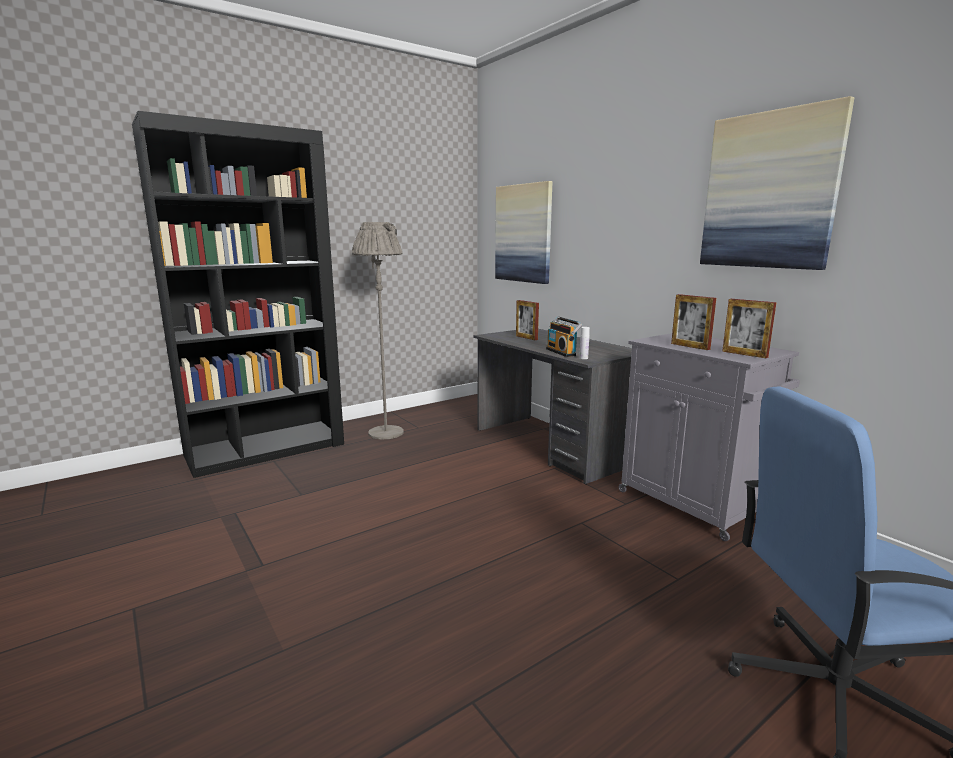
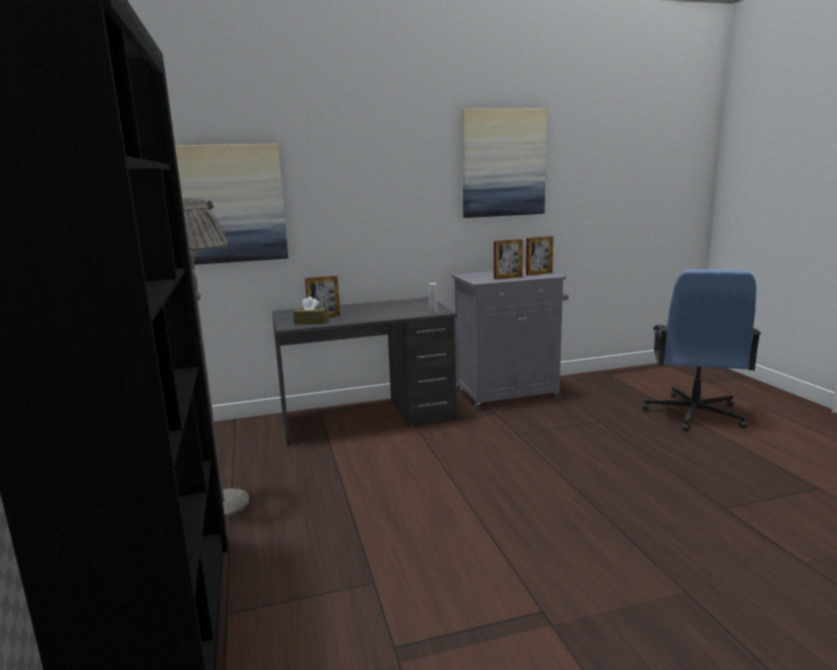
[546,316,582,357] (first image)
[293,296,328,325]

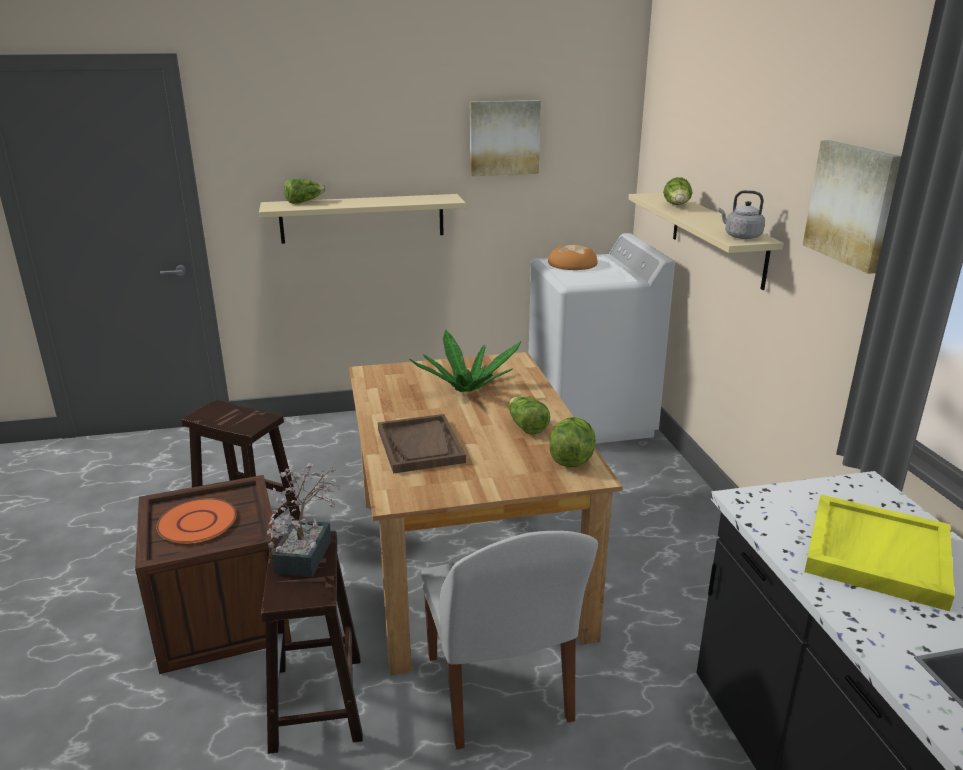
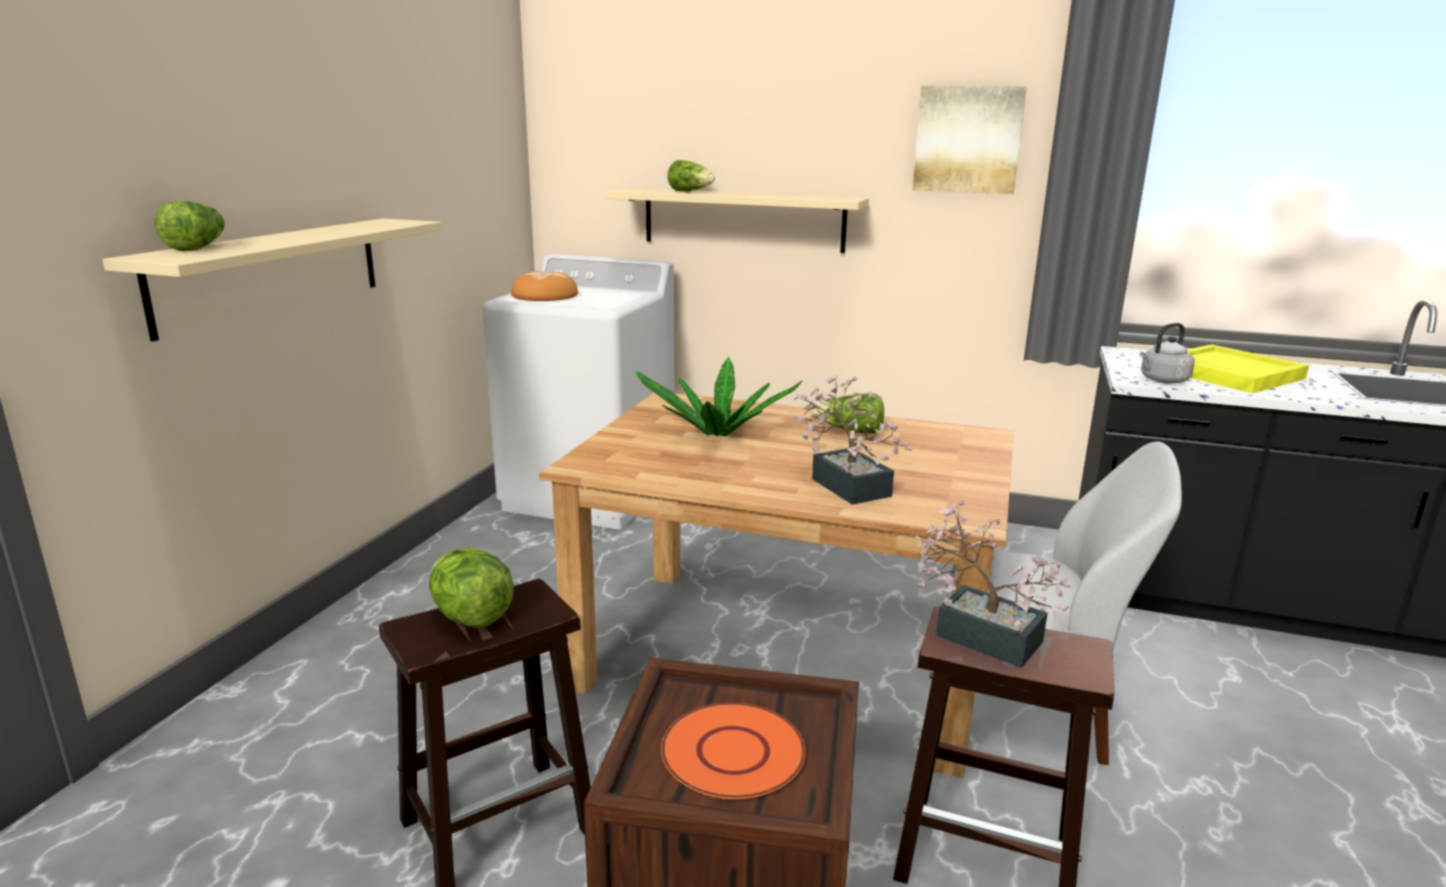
[470,100,541,176] (first image)
[1140,323,1195,384]
[793,376,912,505]
[429,547,514,628]

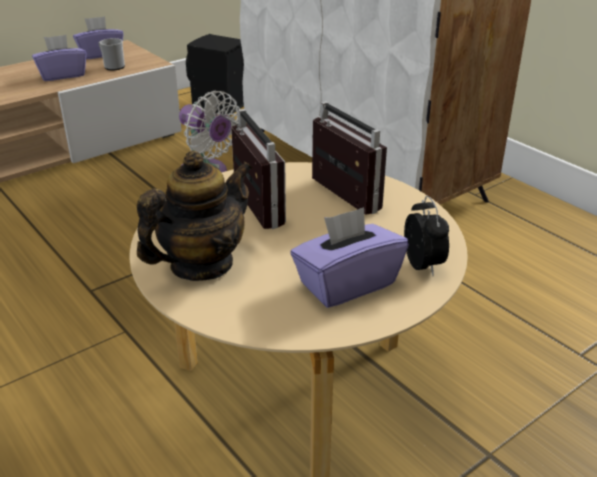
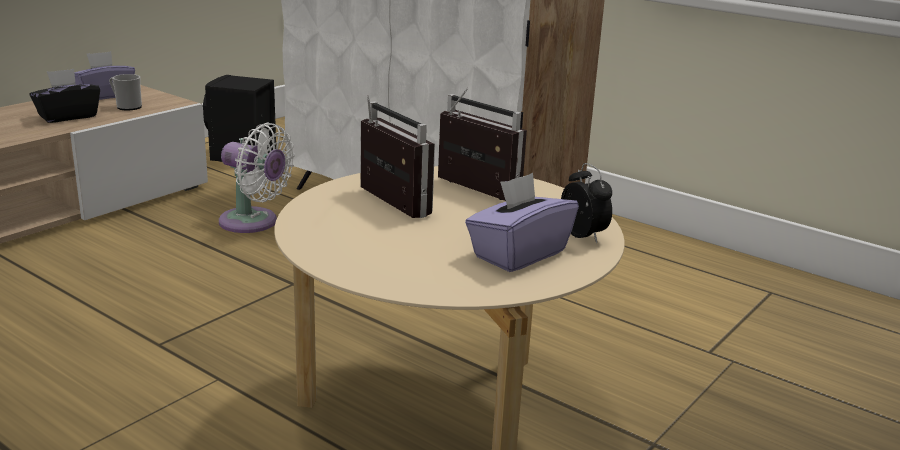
[30,69,100,123]
[137,150,252,281] (first image)

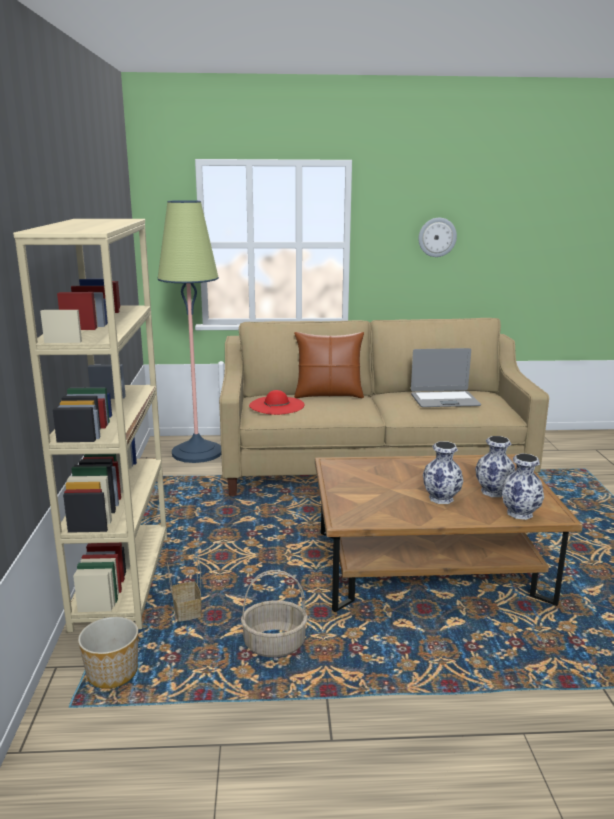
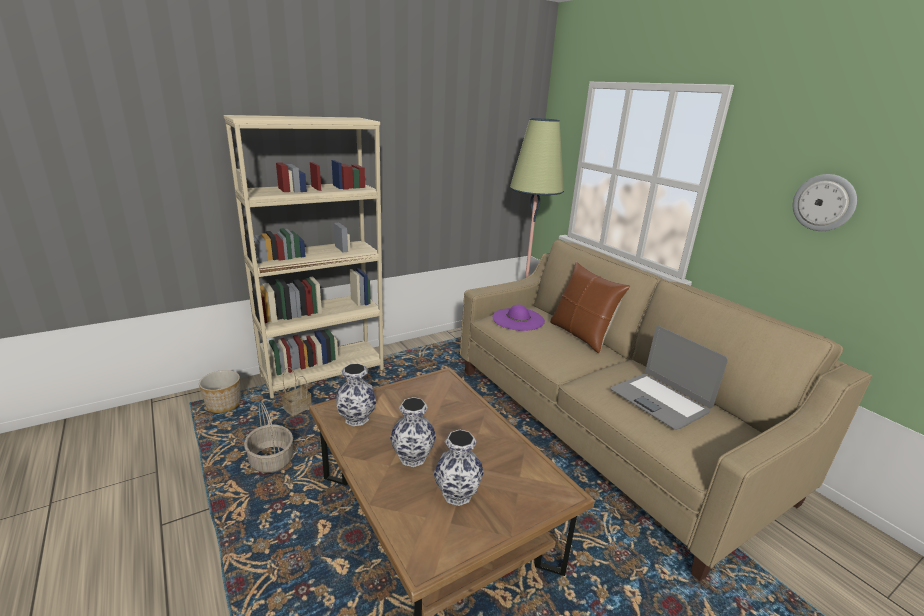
[493,304,545,331]
[336,363,376,426]

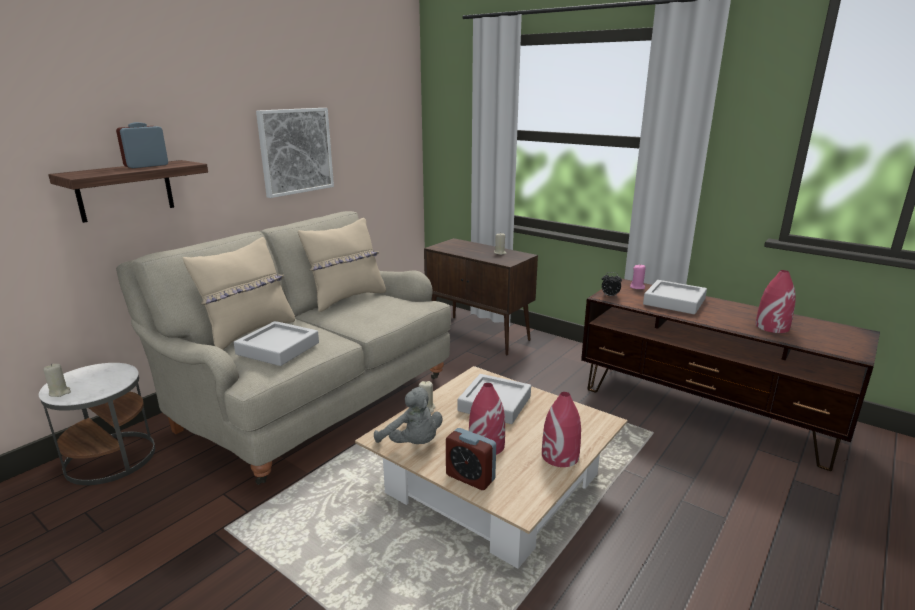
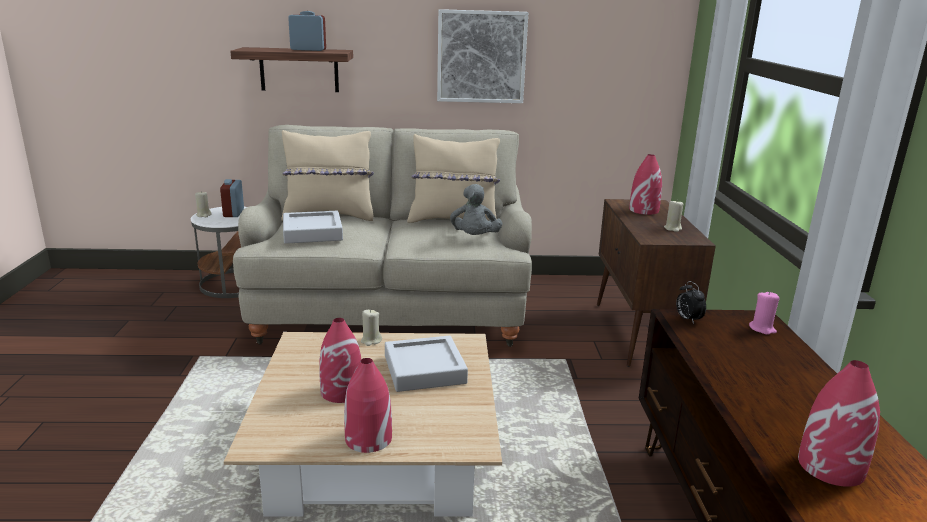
[643,280,707,314] (first image)
[450,184,502,235]
[220,179,244,217]
[629,154,662,215]

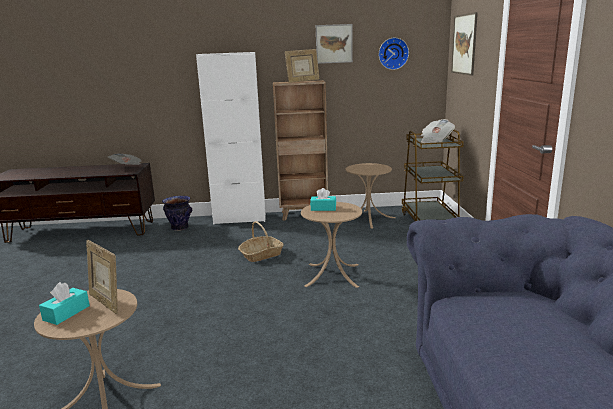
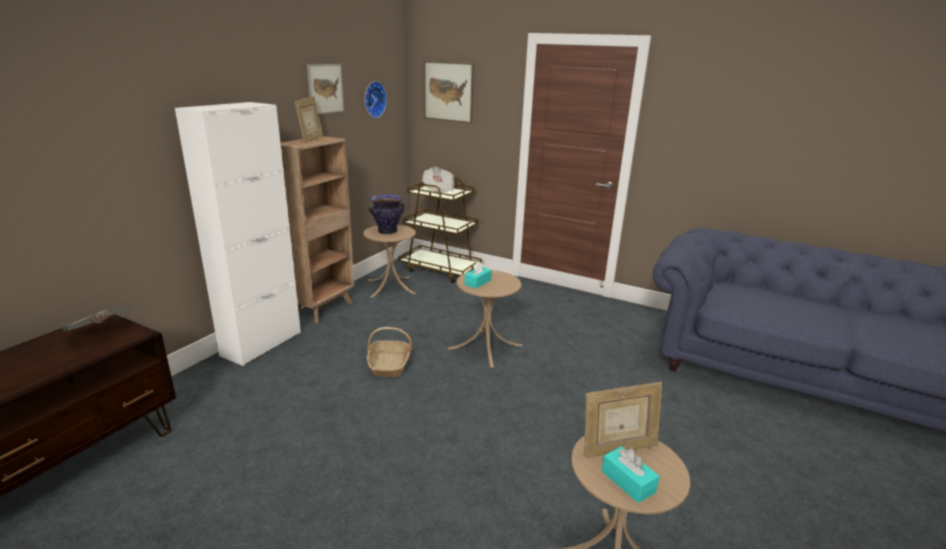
[369,194,405,235]

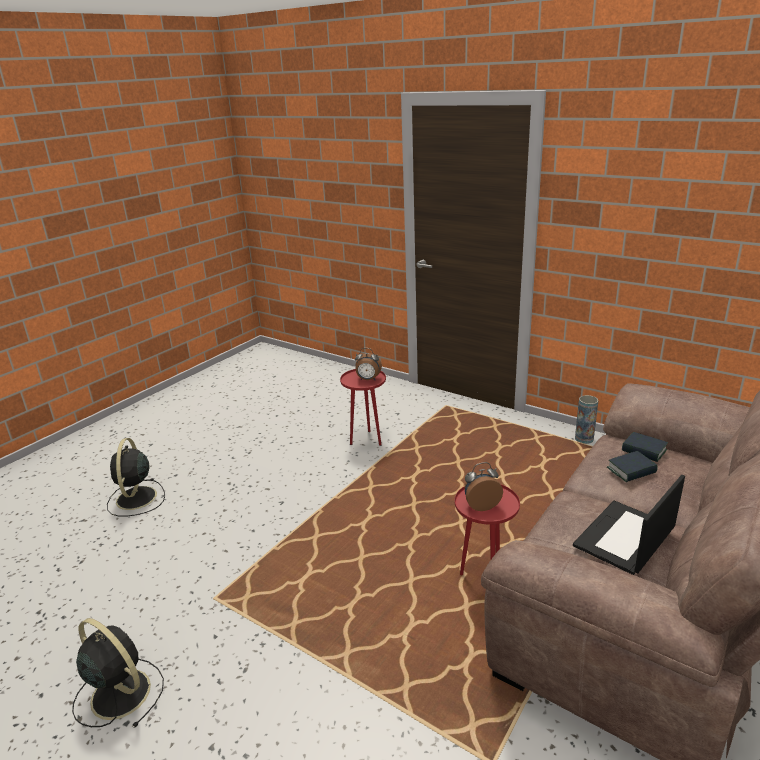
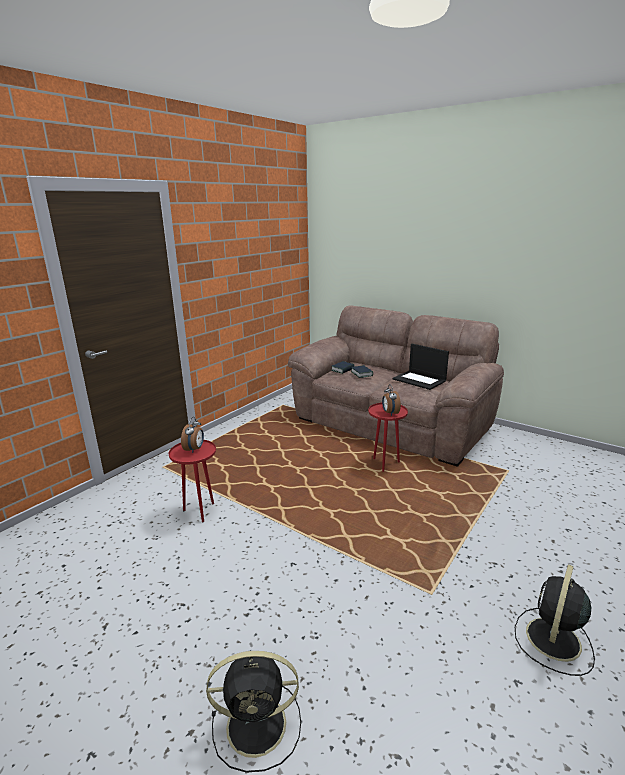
[575,395,598,444] (first image)

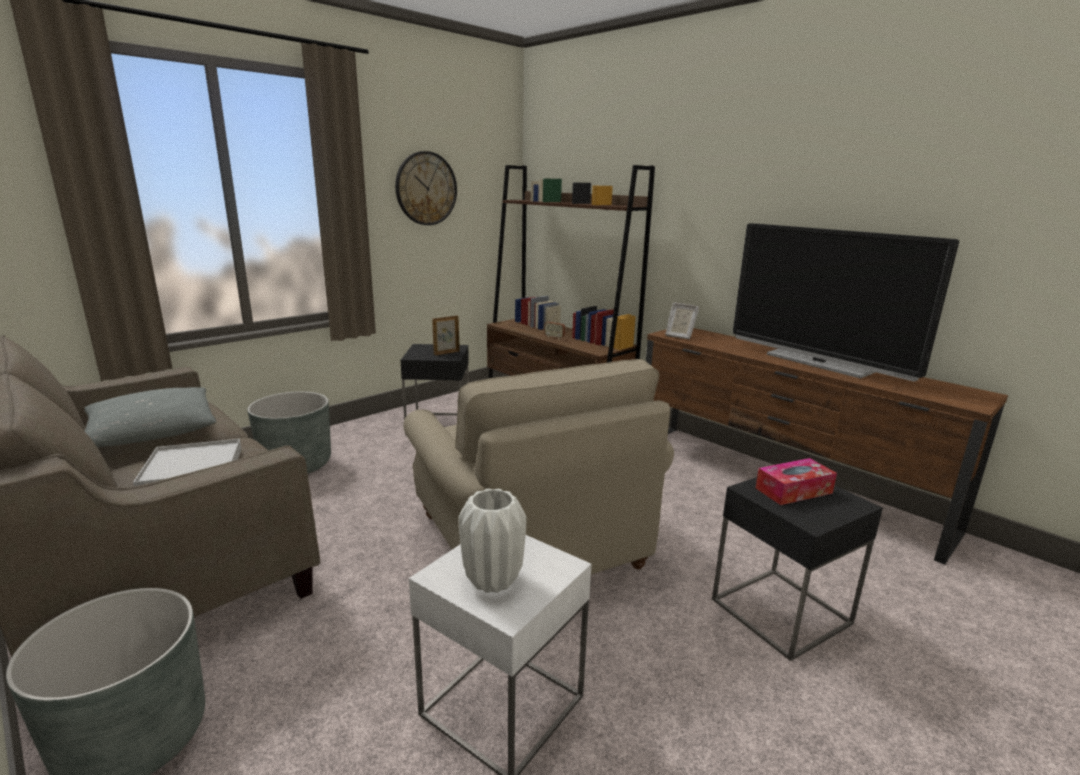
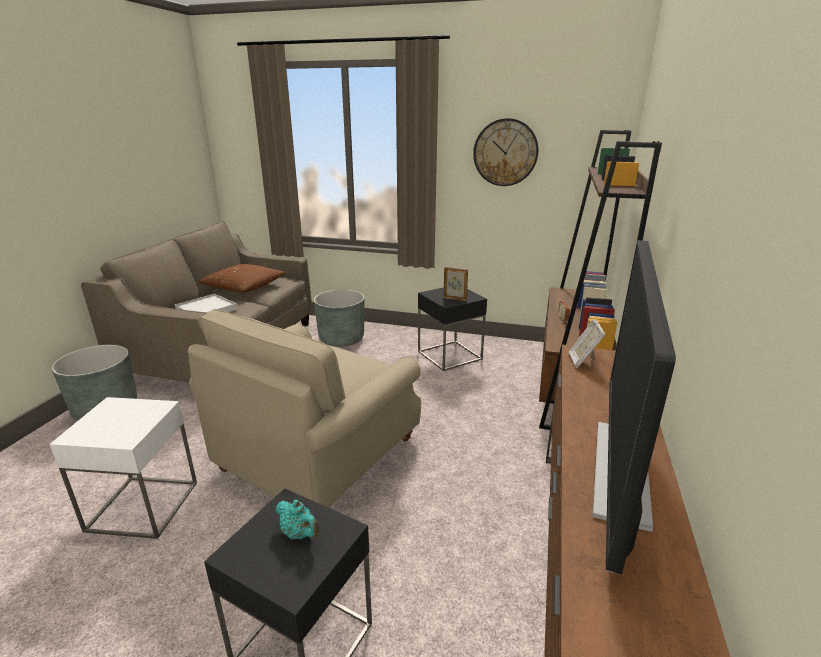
[198,264,286,292]
[276,500,319,539]
[458,489,527,593] (first image)

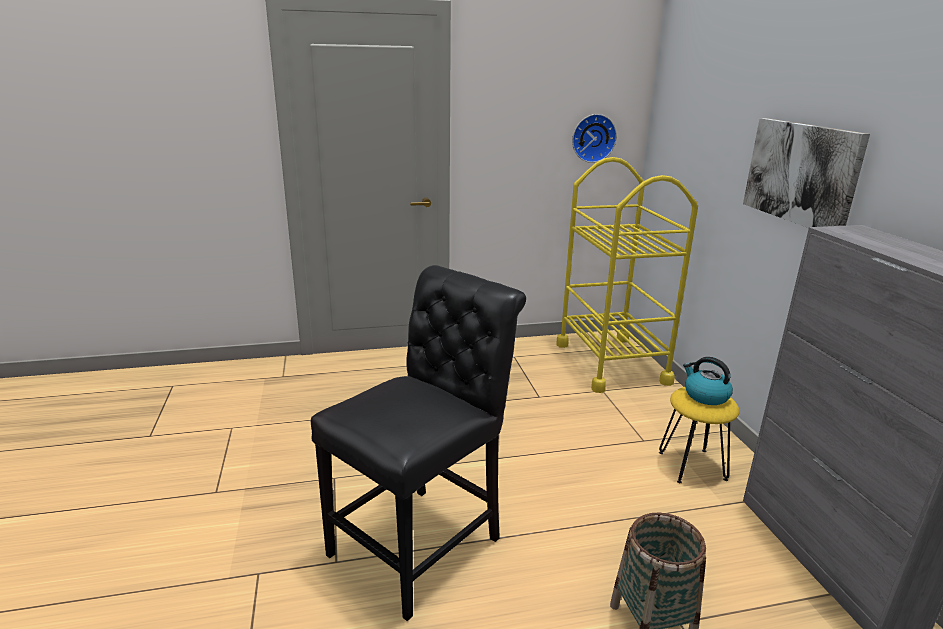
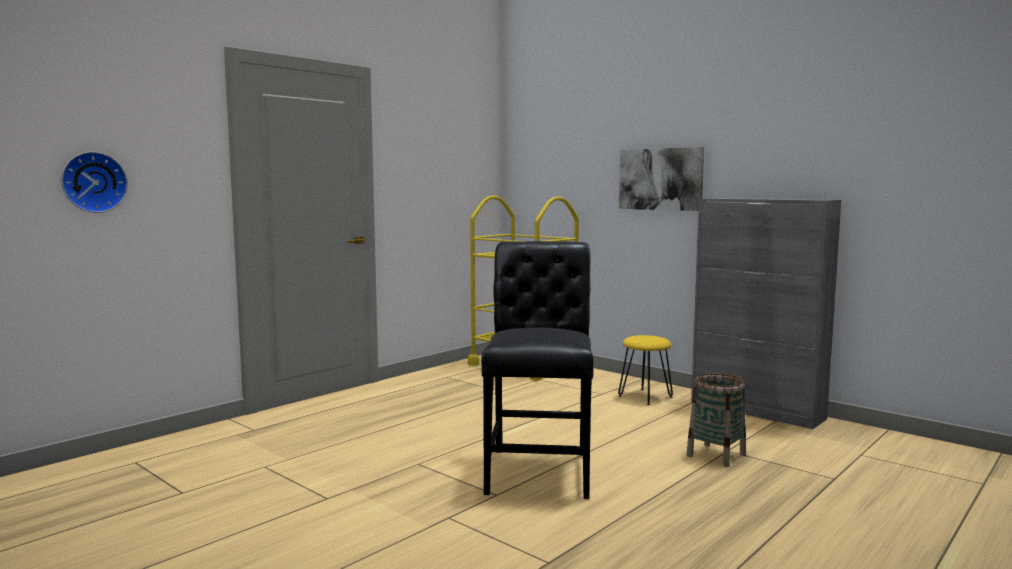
[61,152,128,213]
[683,357,733,405] (first image)

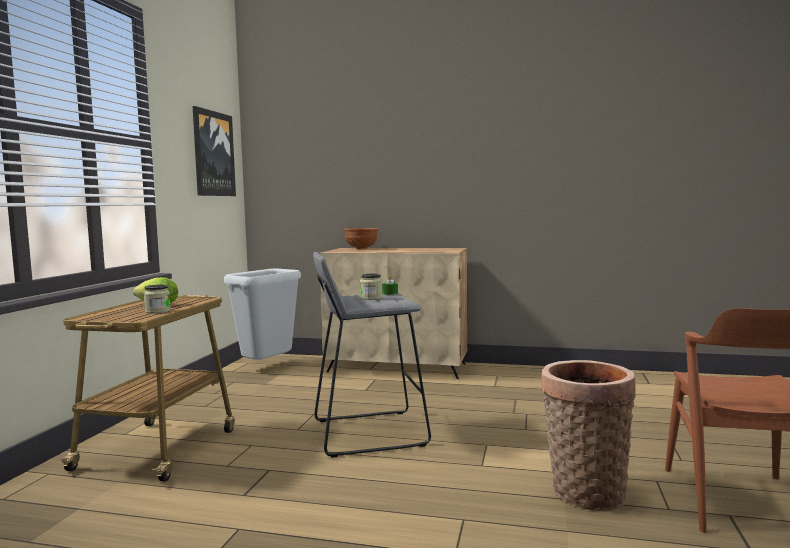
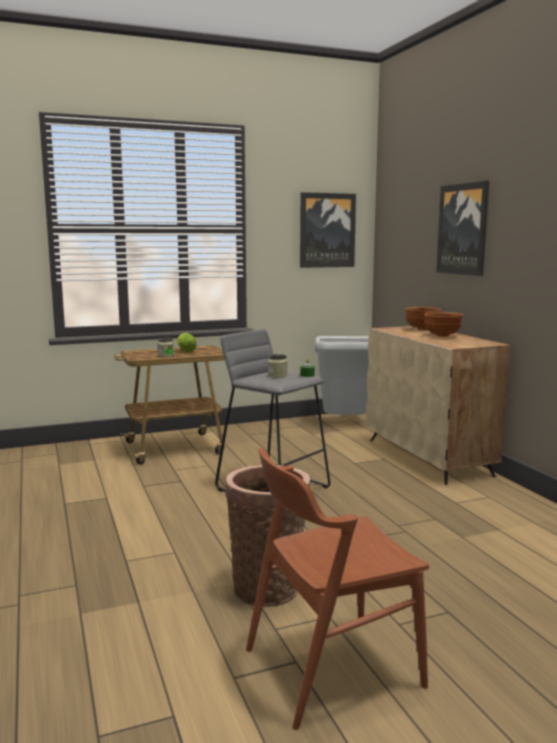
[436,181,489,276]
[424,312,463,337]

